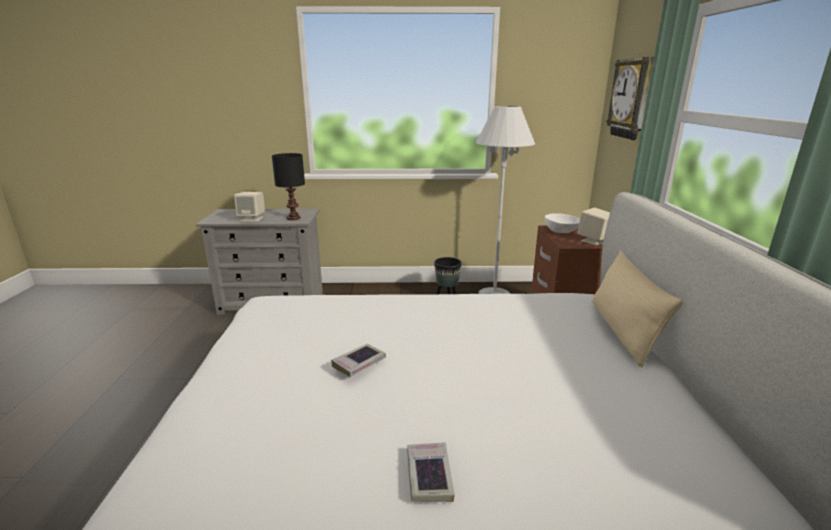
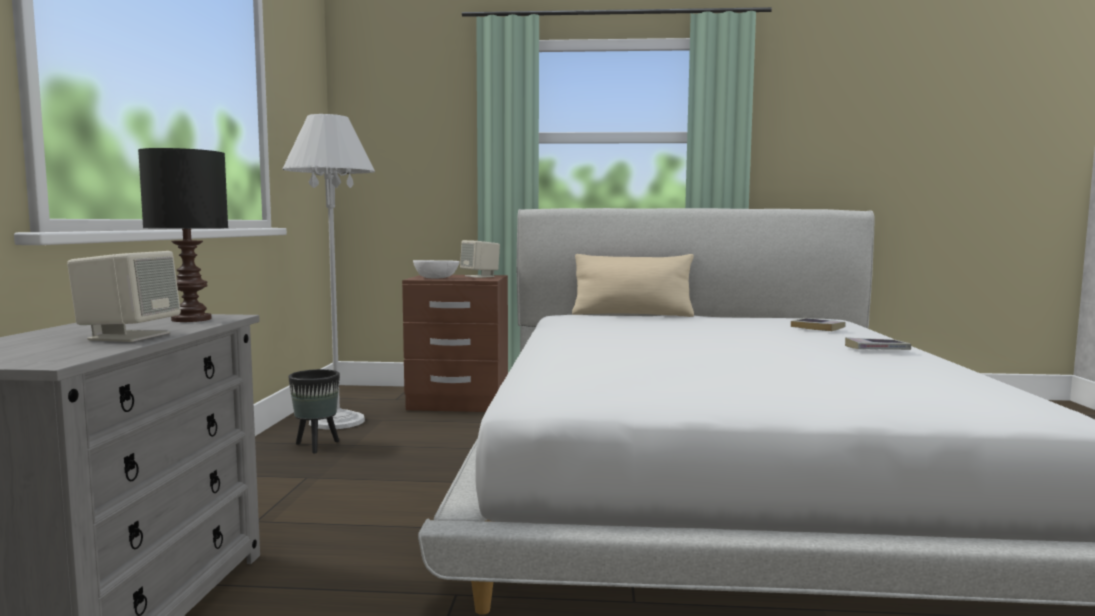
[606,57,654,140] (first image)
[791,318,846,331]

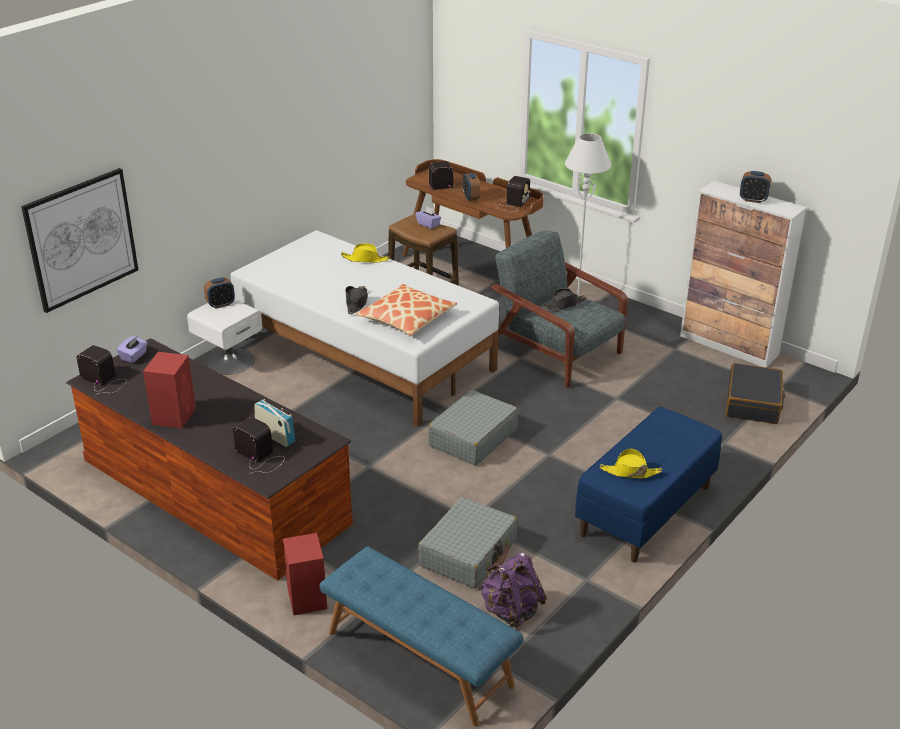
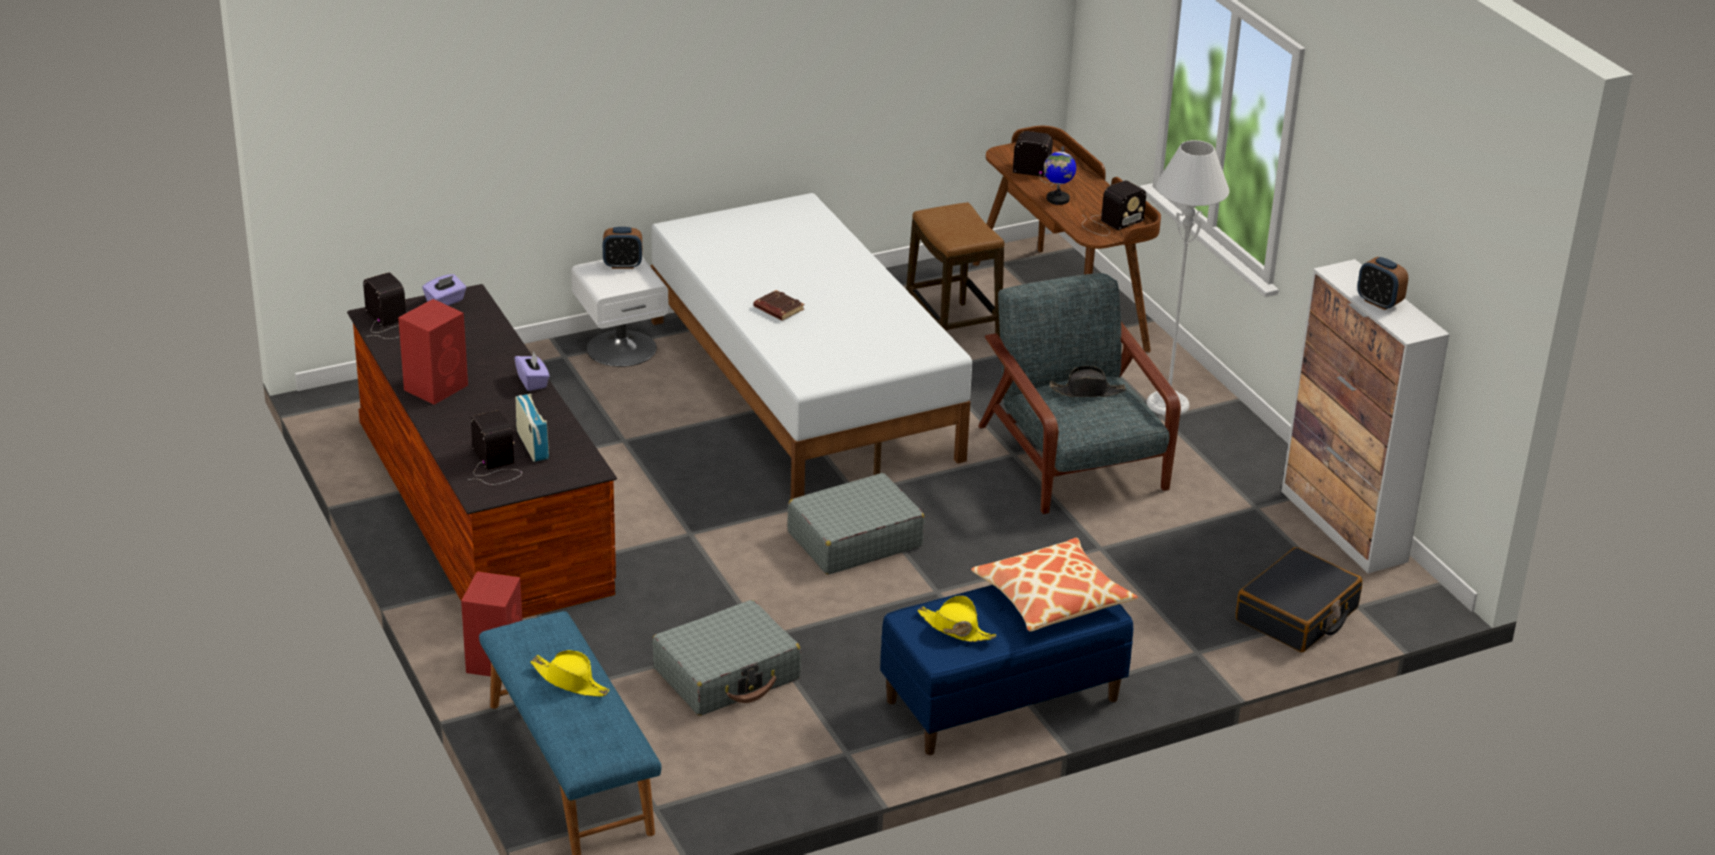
[21,168,138,313] (first image)
[1044,146,1076,205]
[514,352,550,391]
[531,650,609,696]
[971,538,1138,632]
[754,290,804,320]
[479,552,547,628] (first image)

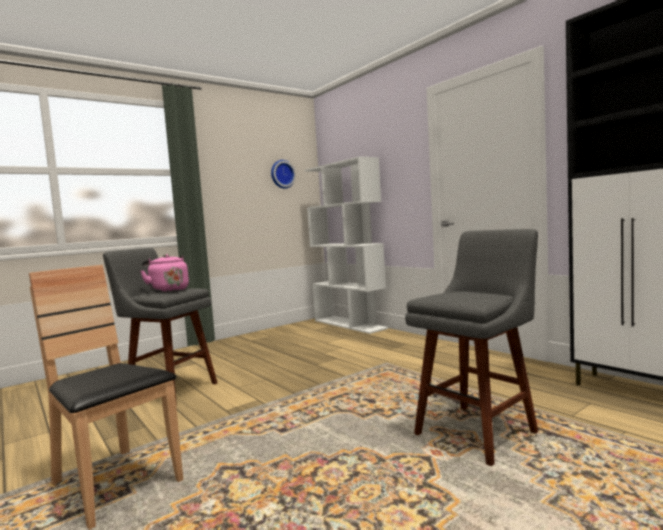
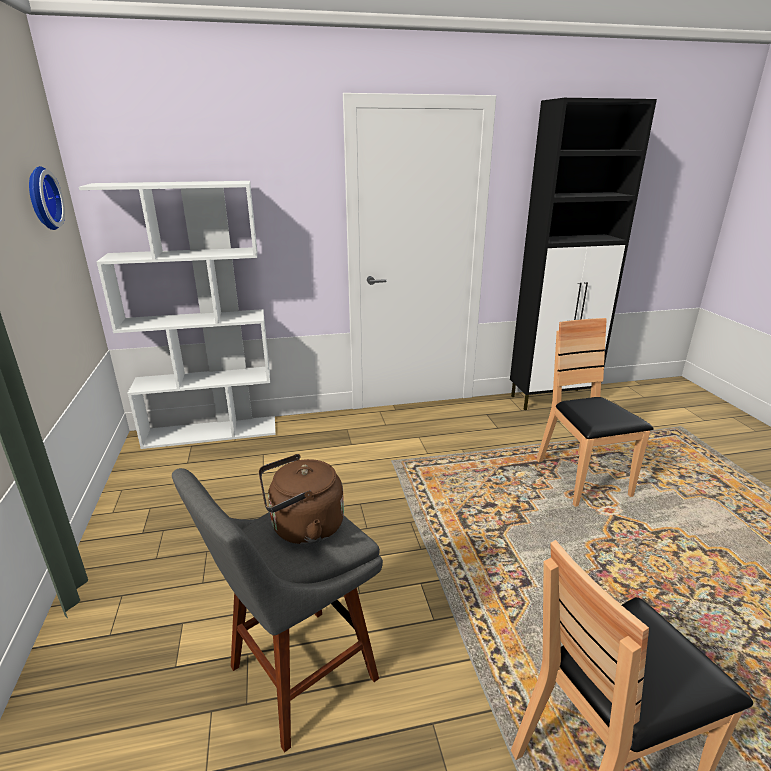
[536,318,654,507]
[259,454,344,545]

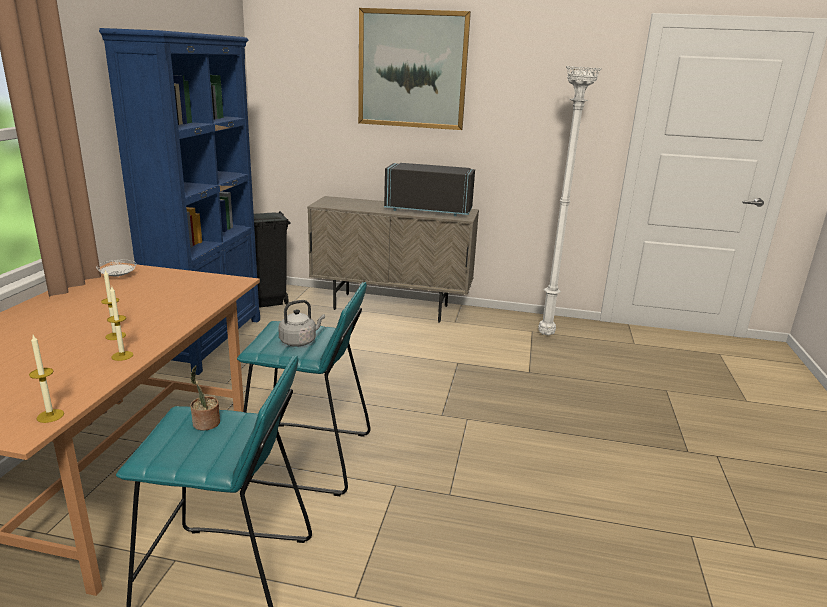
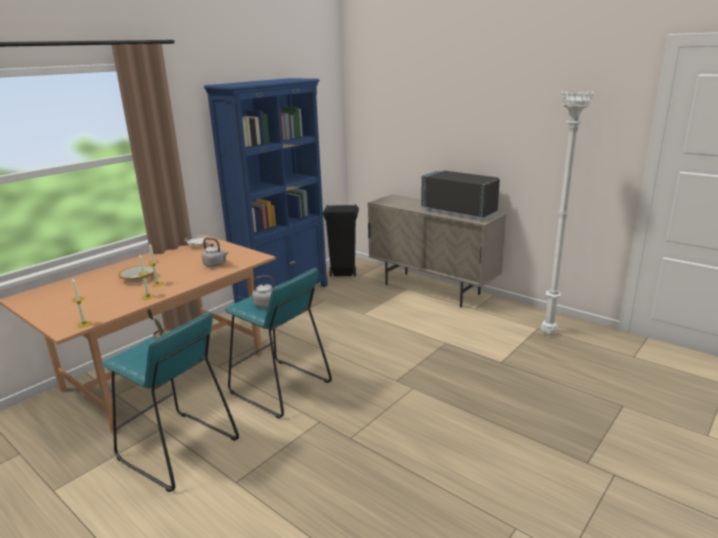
[358,8,471,130] (first image)
[201,238,228,267]
[118,265,154,282]

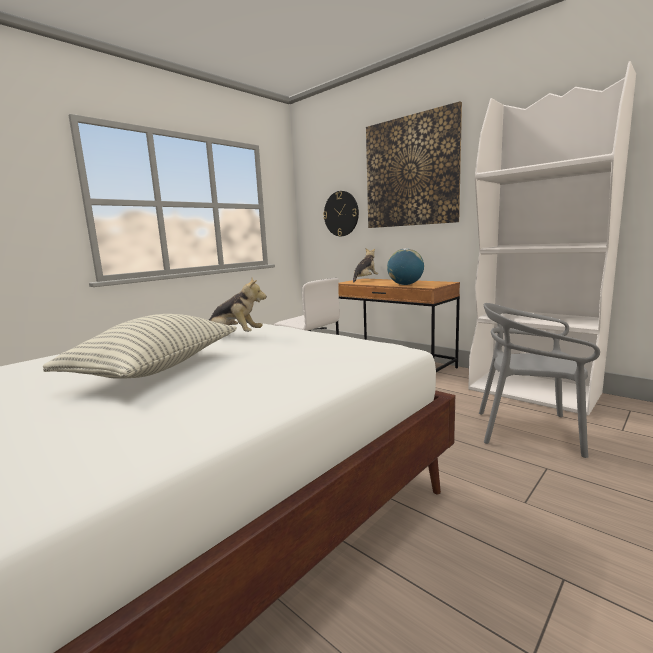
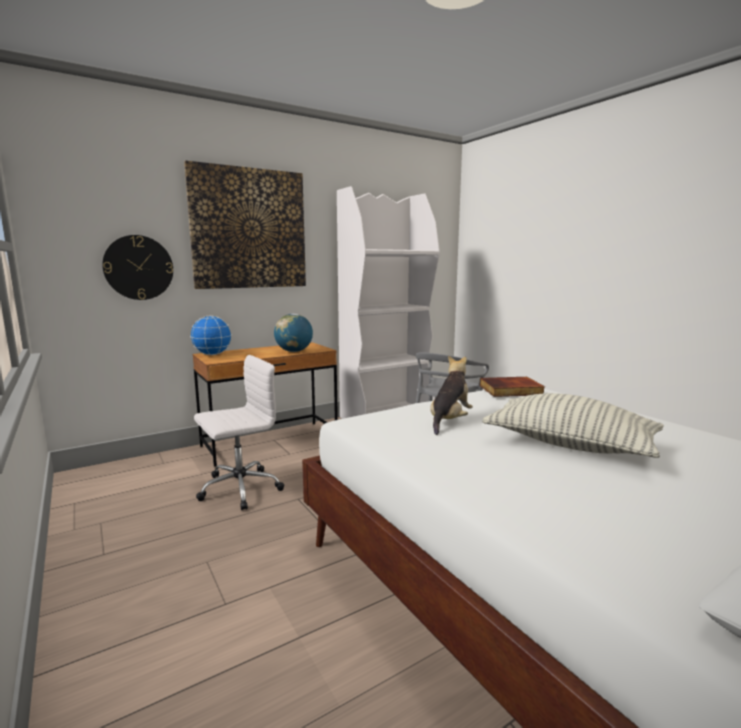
[190,316,232,355]
[480,377,545,397]

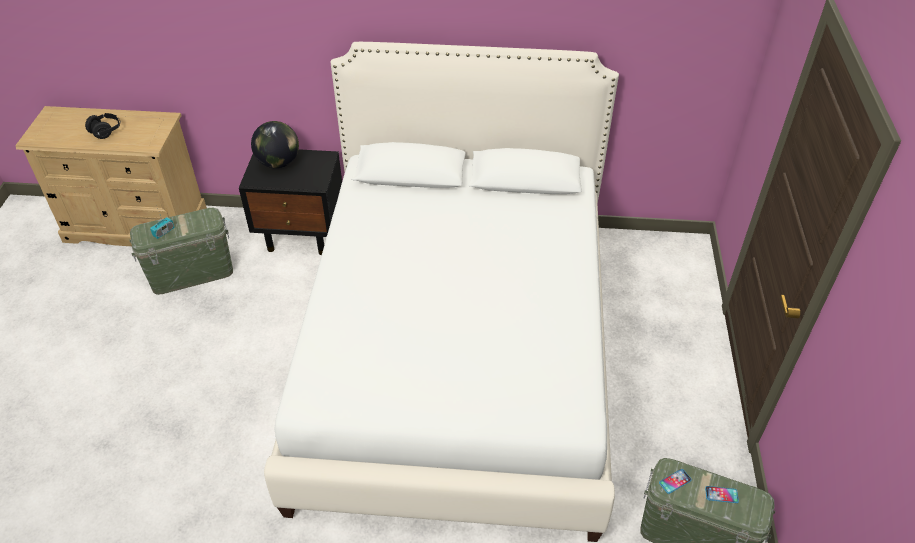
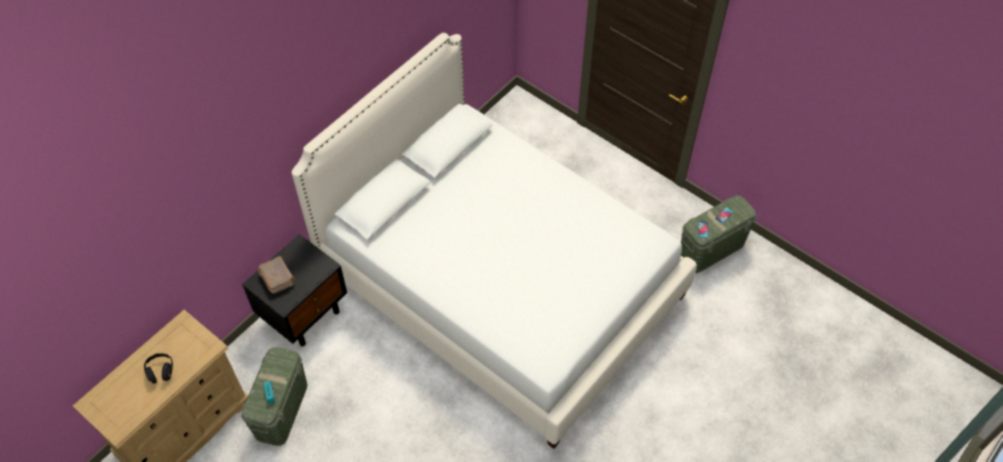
[258,256,295,294]

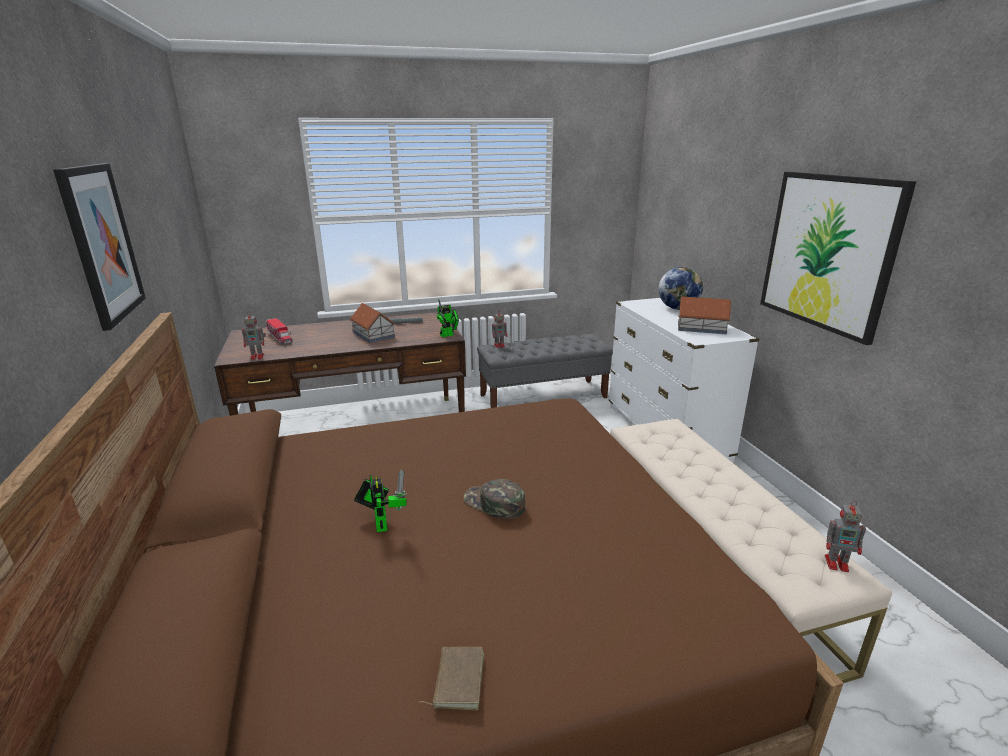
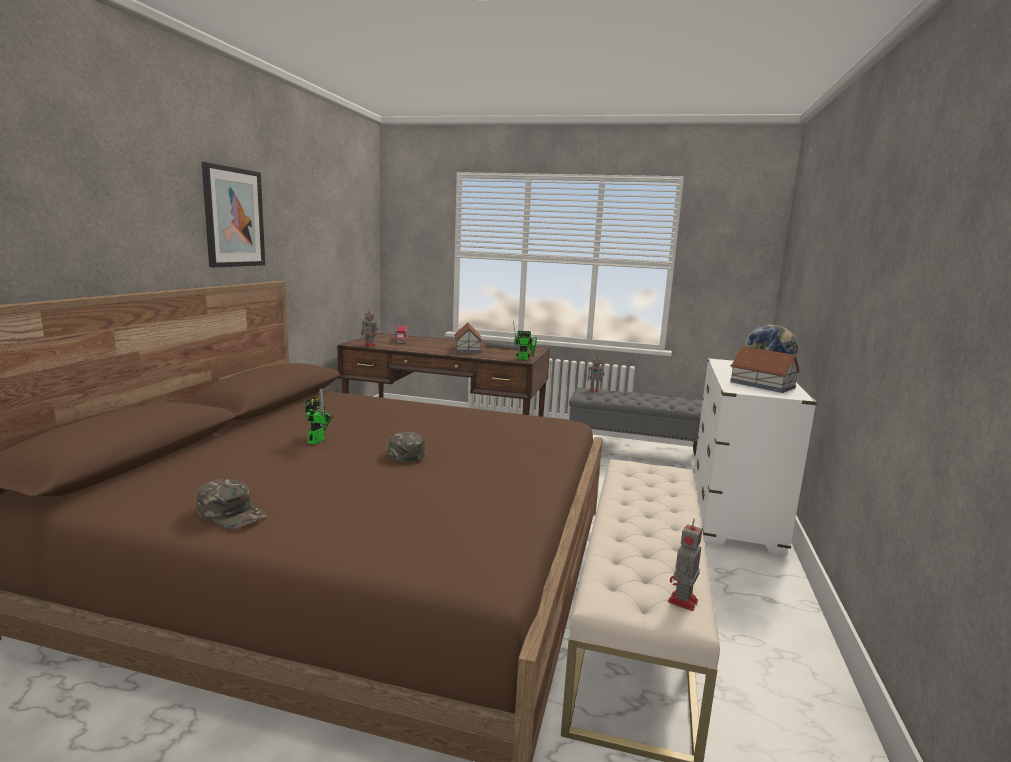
[760,172,916,345] (first image)
[668,519,702,611]
[197,479,267,529]

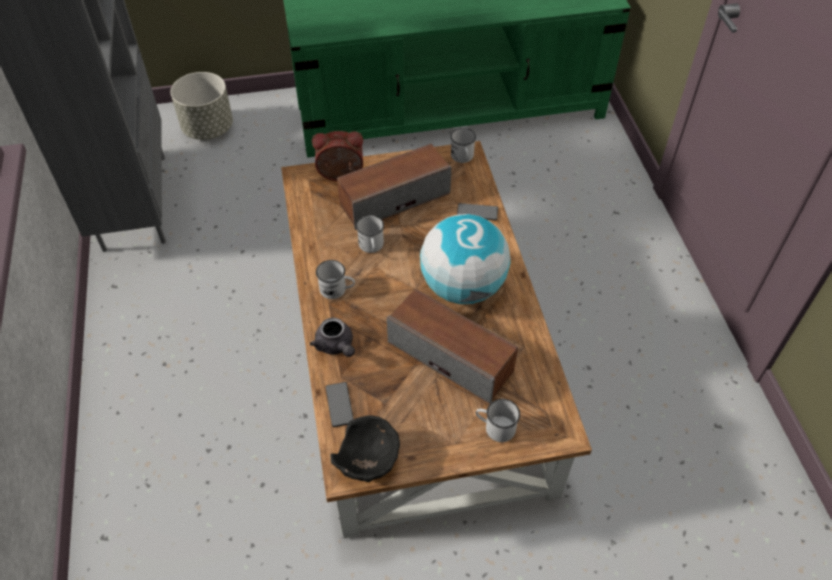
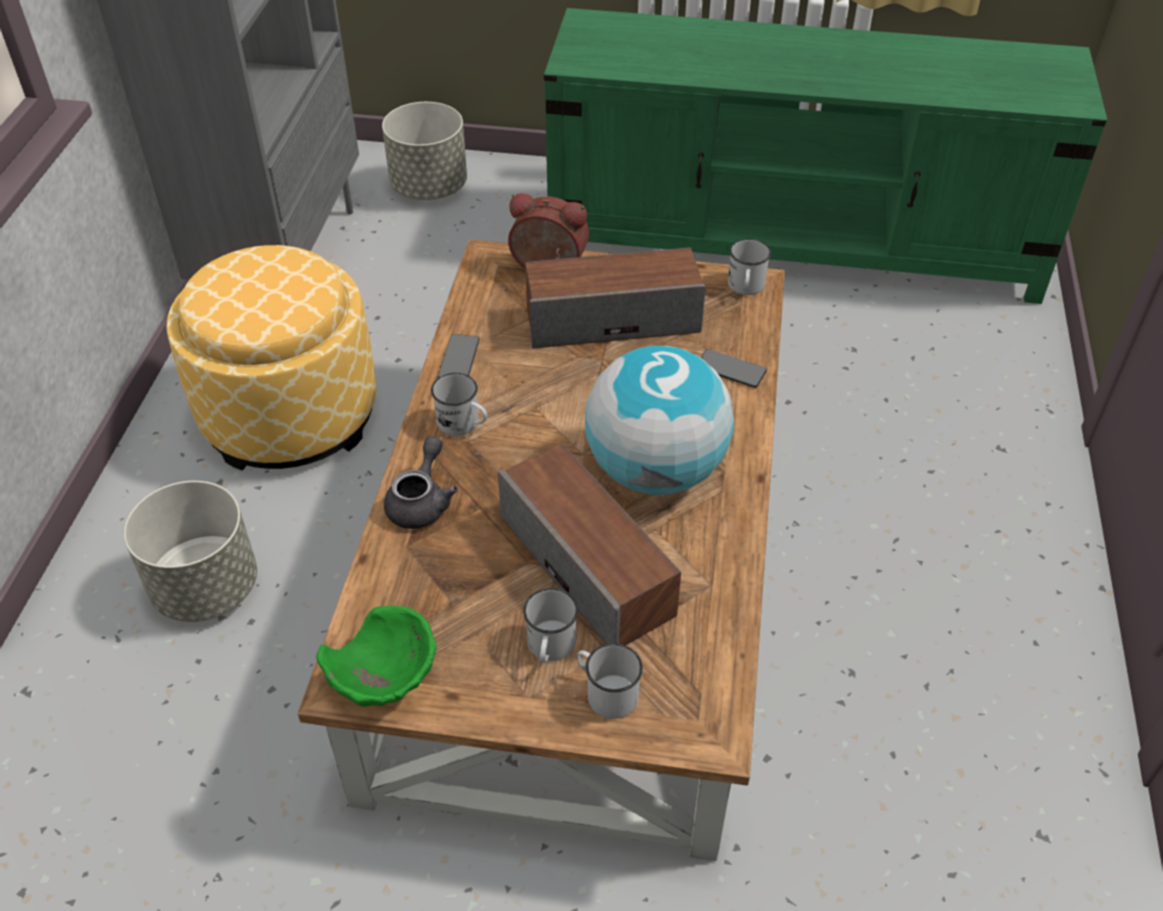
[523,588,578,663]
[384,436,458,529]
[438,334,480,378]
[316,606,437,707]
[166,245,376,471]
[124,481,257,622]

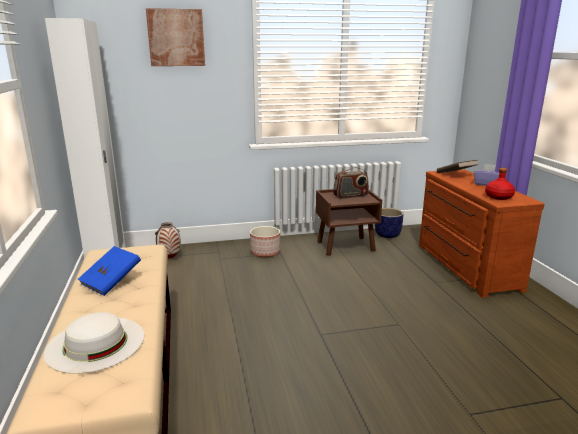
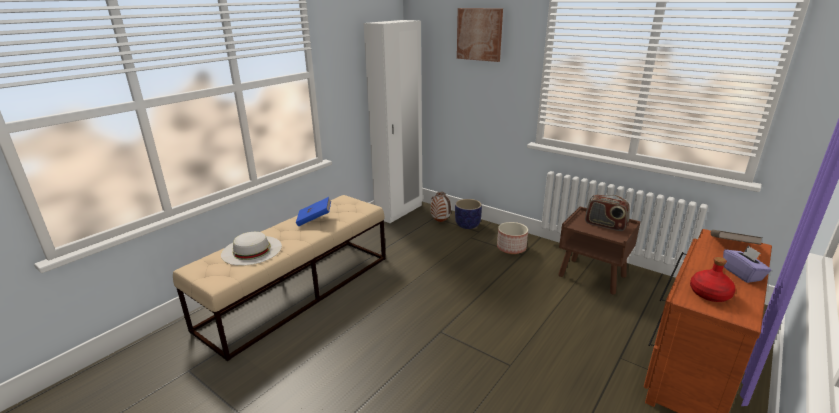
[455,199,482,229]

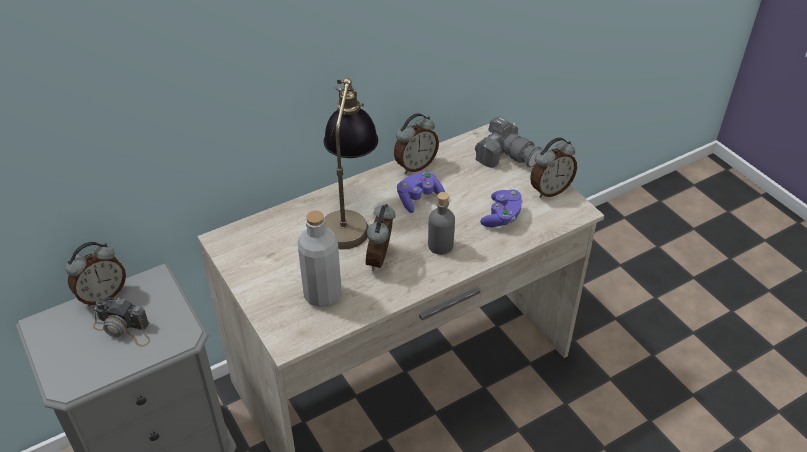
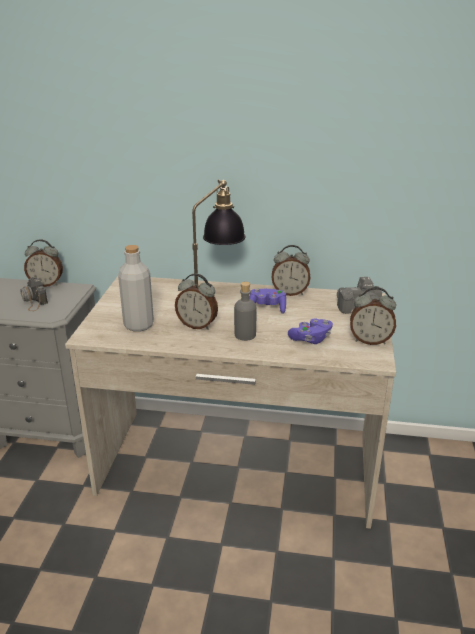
[175,273,218,330]

